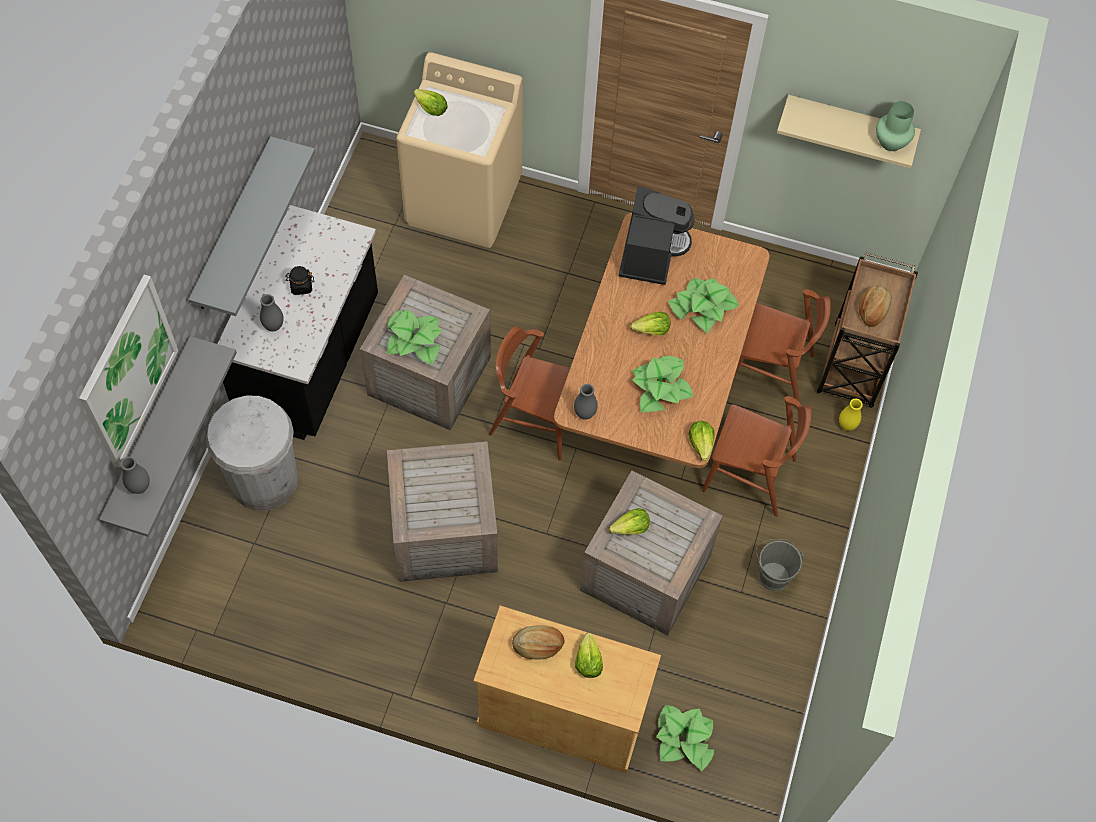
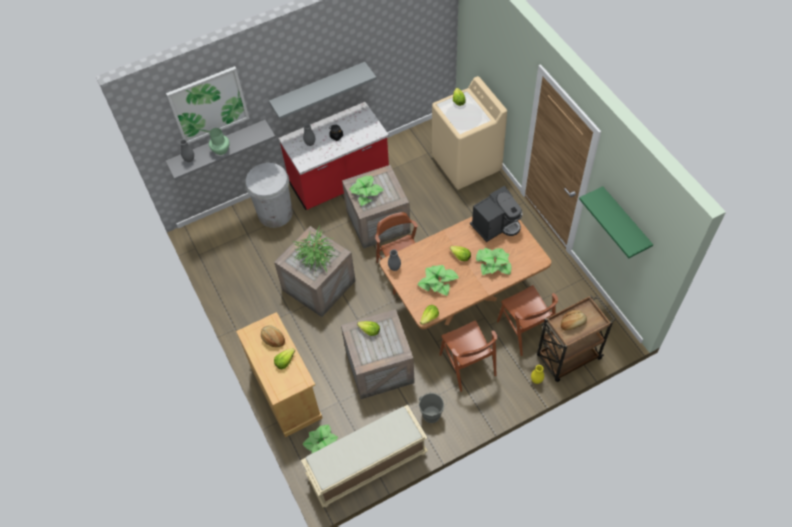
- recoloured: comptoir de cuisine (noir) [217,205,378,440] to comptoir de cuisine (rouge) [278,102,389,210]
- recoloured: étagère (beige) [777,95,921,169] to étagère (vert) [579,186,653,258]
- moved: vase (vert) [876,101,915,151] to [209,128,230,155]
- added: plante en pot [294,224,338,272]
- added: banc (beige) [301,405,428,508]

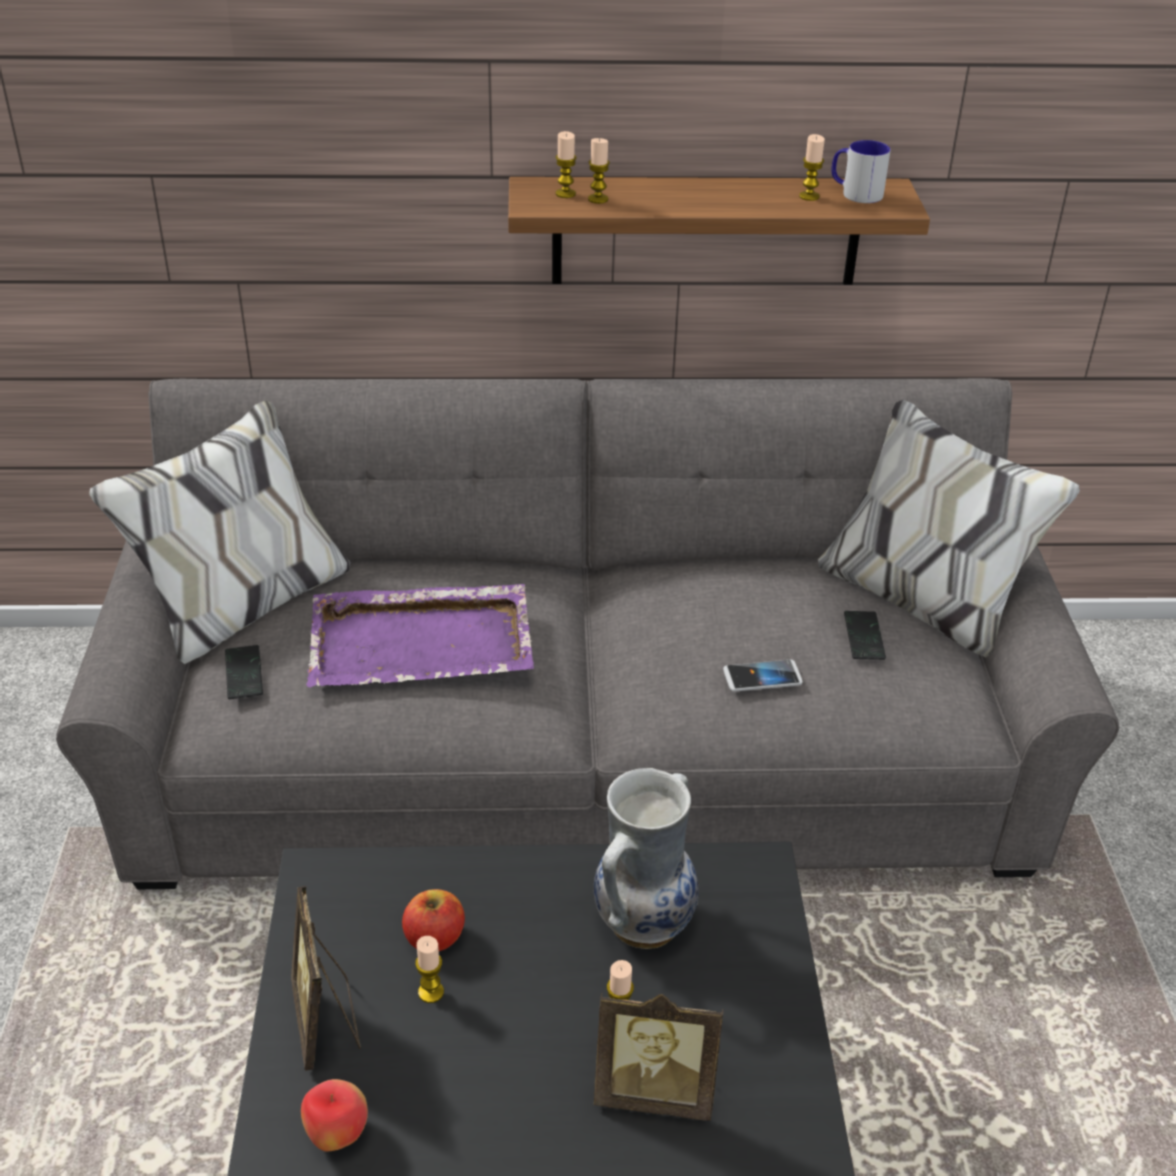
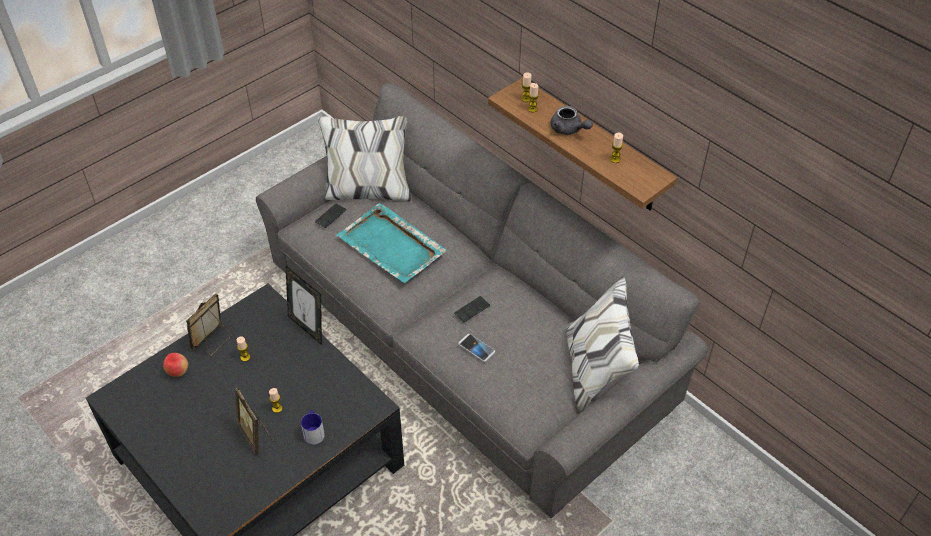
- recoloured: plateau (violet) [306,584,534,687] to plateau (turquoise) [336,203,447,283]
- removed: pomme [402,889,465,951]
- removed: vase [594,768,699,949]
- moved: mug [831,140,890,203] to [301,411,325,445]
- moved: téléphone [844,611,886,660] to [454,296,490,322]
- added: cadre photo [285,265,322,345]
- added: théière (gris) [551,106,593,135]

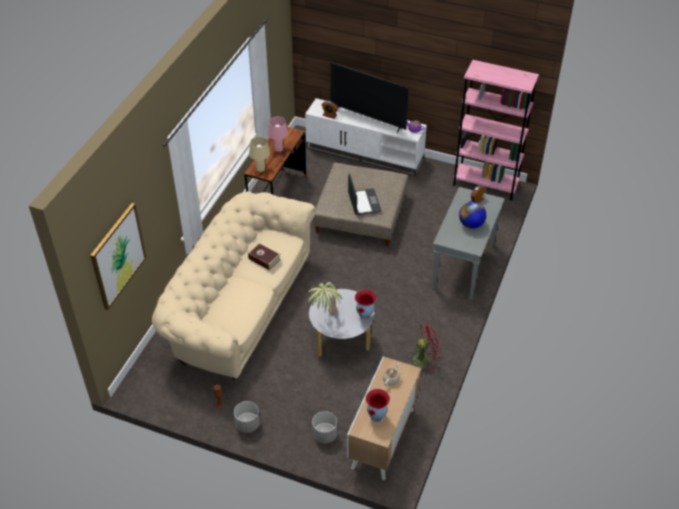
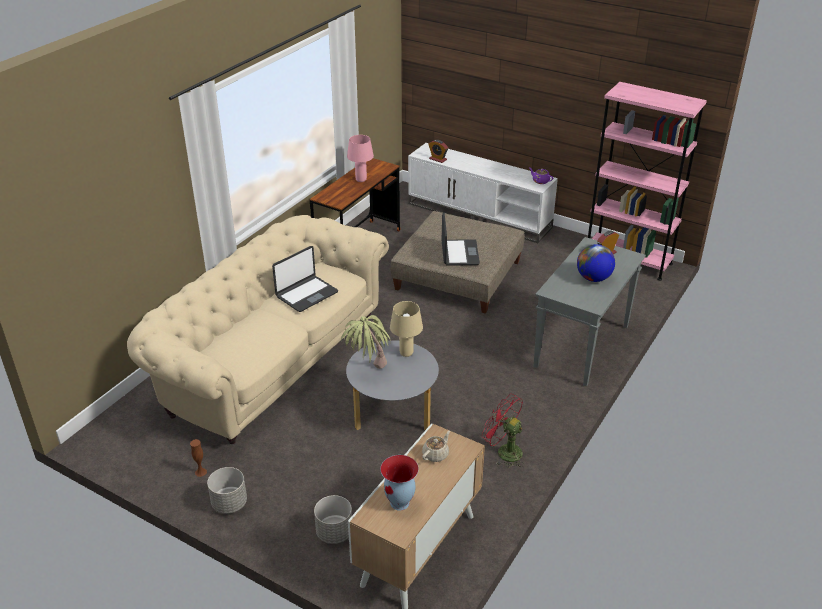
- removed: tableau [90,203,146,310]
- replaced: livre [248,243,281,270] to ordinateur portable [272,246,338,312]
- moved: lampe de table (beige) [249,136,270,172] to [390,301,423,357]
- removed: téléviseur [330,62,409,133]
- removed: vase [355,289,376,320]
- turned: ventilateur (rouge) [408,323,442,370] = [482,394,524,468] 135 degrees counterclockwise

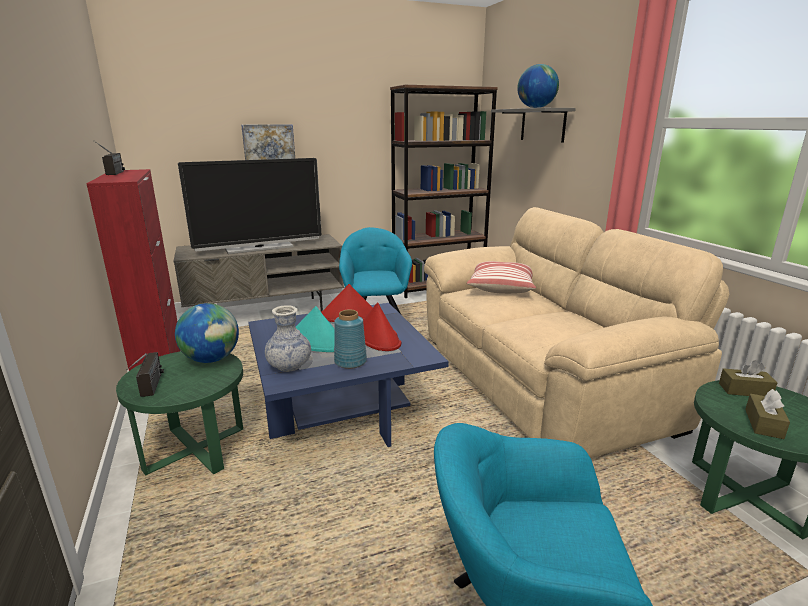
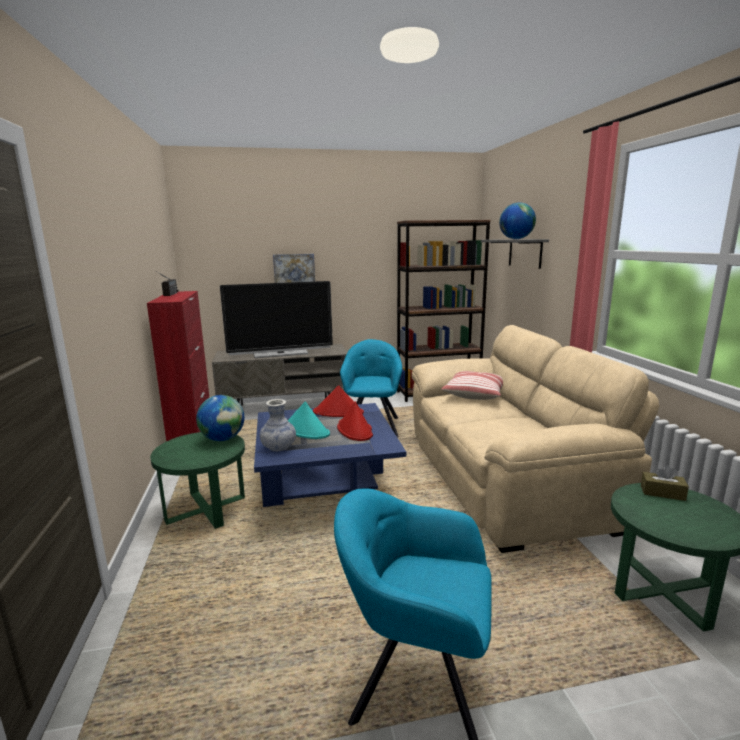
- removed: radio [126,352,164,397]
- removed: vase (bleu) [334,309,367,369]
- removed: boîte à mouchoirs (marron) [745,389,790,439]

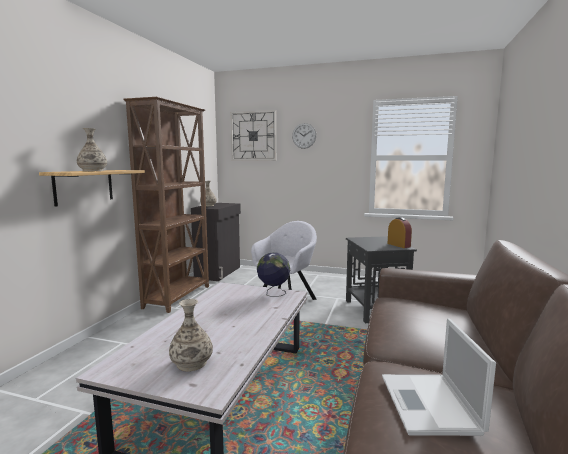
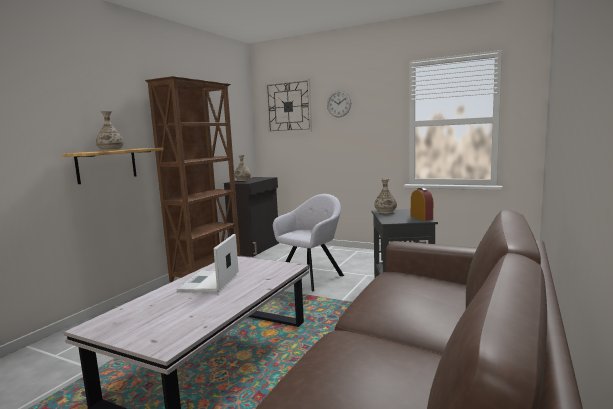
- moved: vase [169,299,213,371] to [374,178,397,214]
- removed: globe [257,252,290,297]
- moved: ordinateur portable [382,318,496,436] to [177,234,239,293]

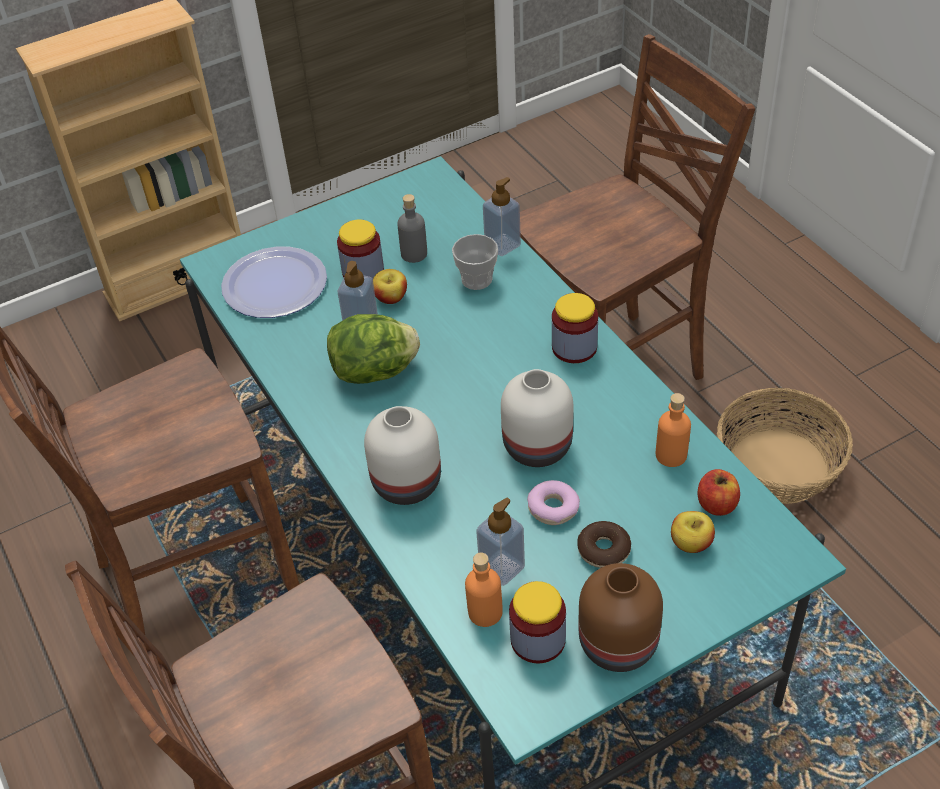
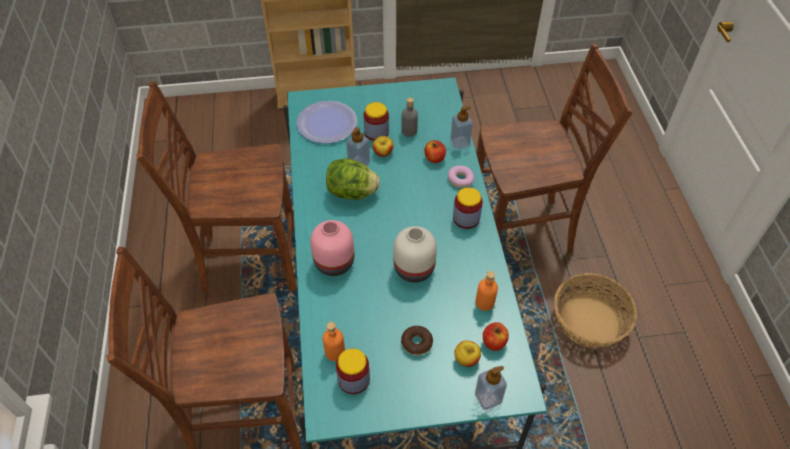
- recoloured: vase (blanc) [364,406,441,505] to vase (rose) [310,220,354,276]
- replaced: tasse [452,234,498,290] to pomme [424,140,446,163]
- moved: distributeur de savon [476,498,525,586] to [475,366,507,410]
- moved: beignet [527,480,580,525] to [448,165,474,188]
- removed: vase (marron) [579,563,663,672]

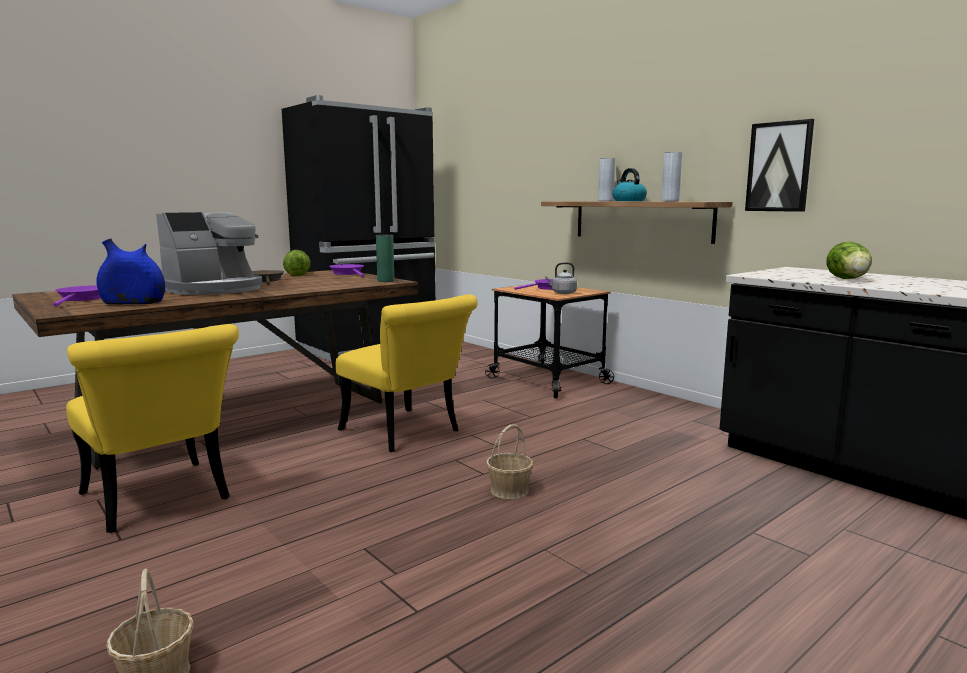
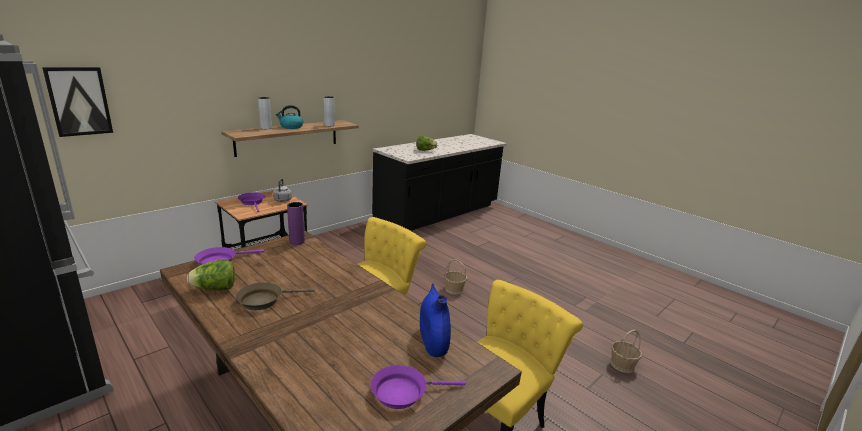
- removed: machine à café [156,212,262,295]
- recoloured: vase (vert) [376,234,394,282] to vase (violet) [287,202,305,245]
- moved: tableau [745,119,814,212] to [42,67,113,137]

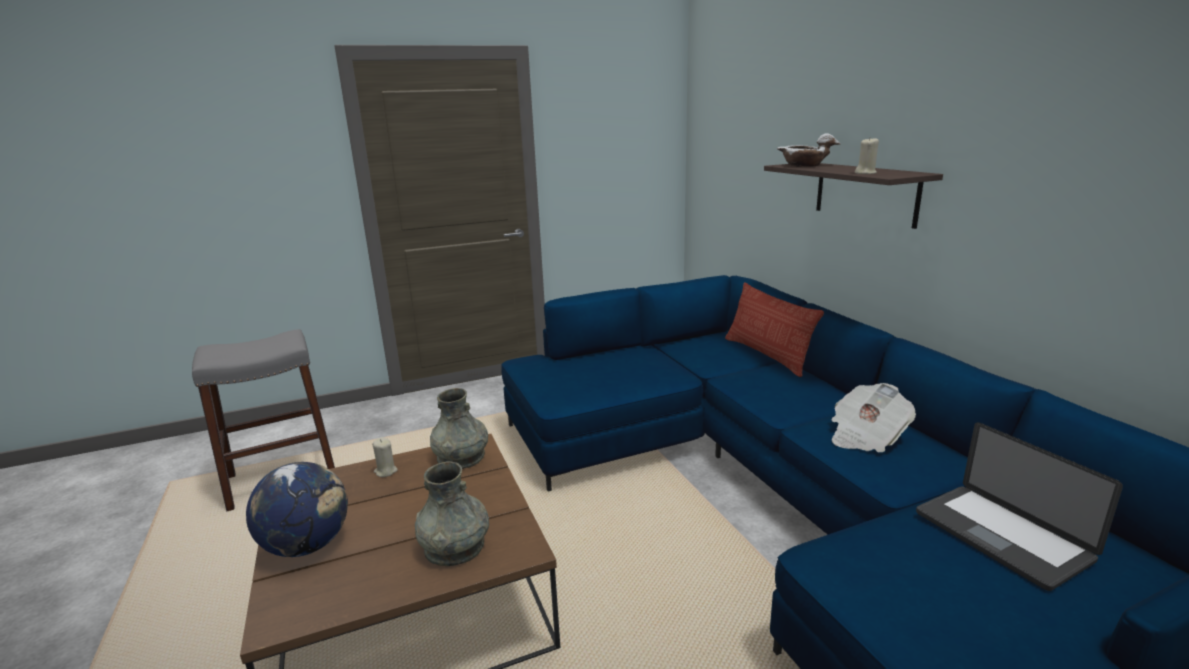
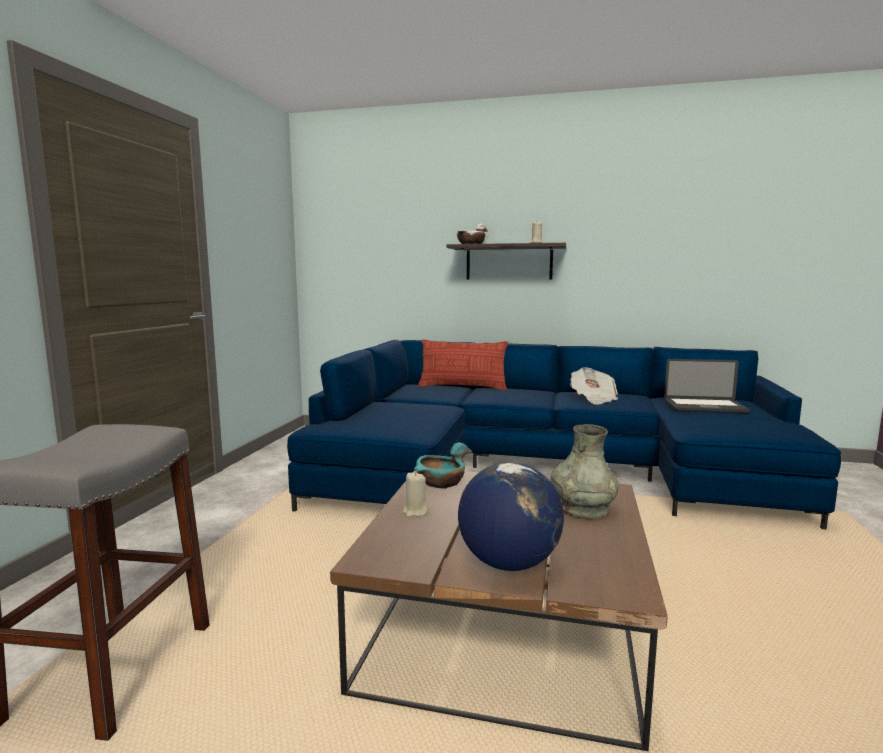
- replaced: vase (gris) [430,388,488,469] to bol (turquoise) [414,442,472,489]

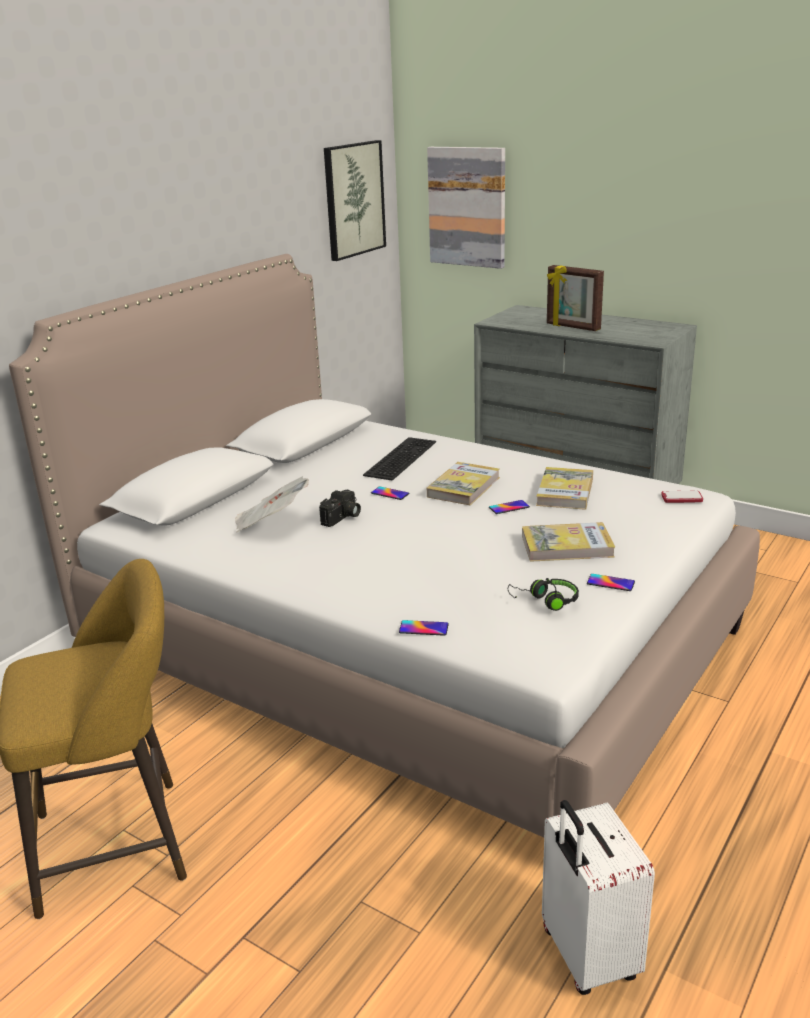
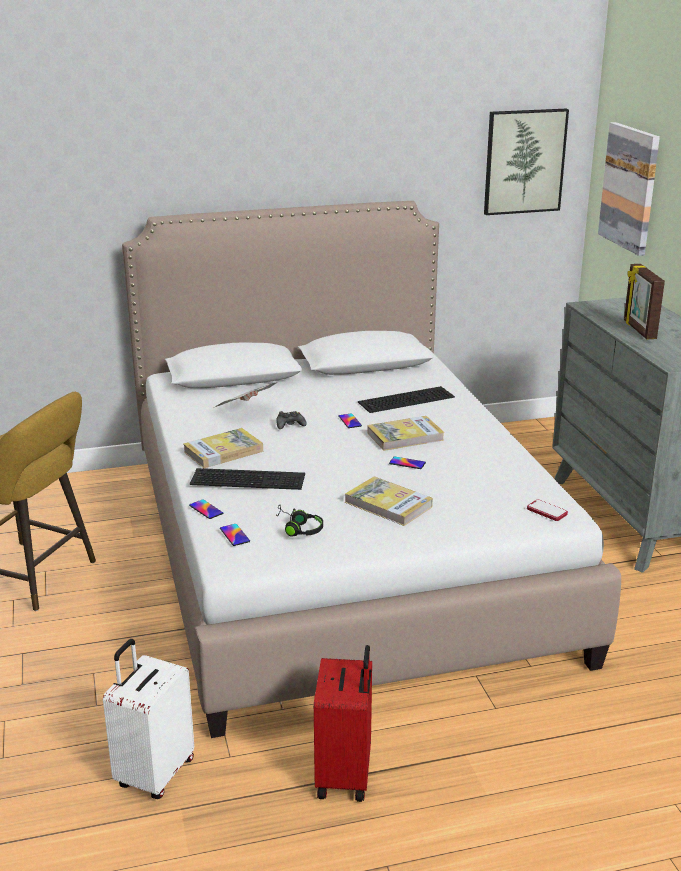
- replaced: appareil photo [319,490,361,527] to manette (noir) [276,411,307,429]
- moved: livre [536,467,593,510] to [183,428,263,468]
- moved: téléphone [587,574,635,591] to [220,524,250,546]
- added: clavier [190,468,305,490]
- added: valise (rouge) [314,645,372,802]

